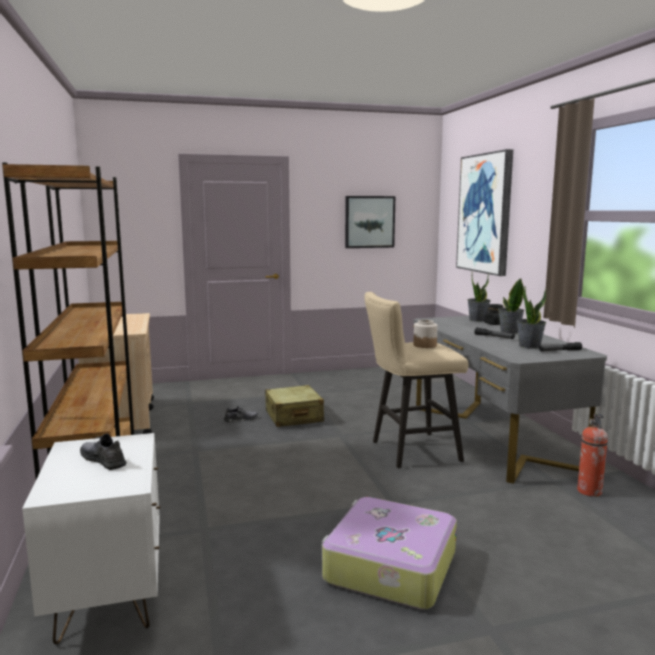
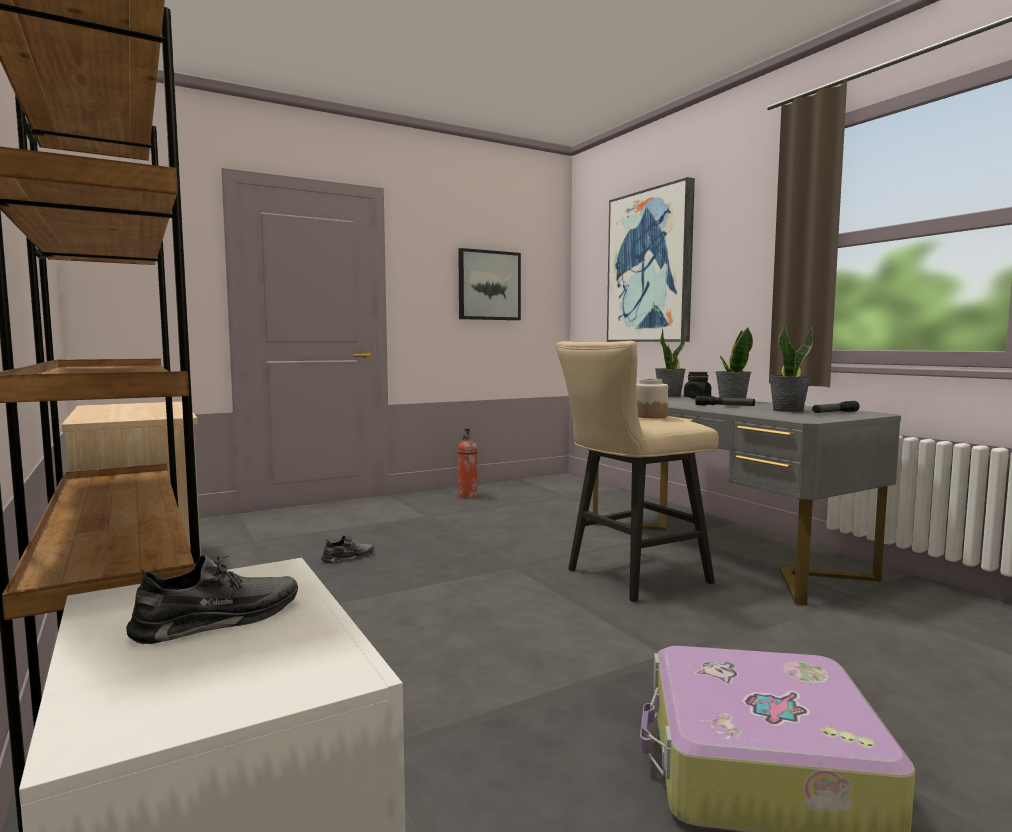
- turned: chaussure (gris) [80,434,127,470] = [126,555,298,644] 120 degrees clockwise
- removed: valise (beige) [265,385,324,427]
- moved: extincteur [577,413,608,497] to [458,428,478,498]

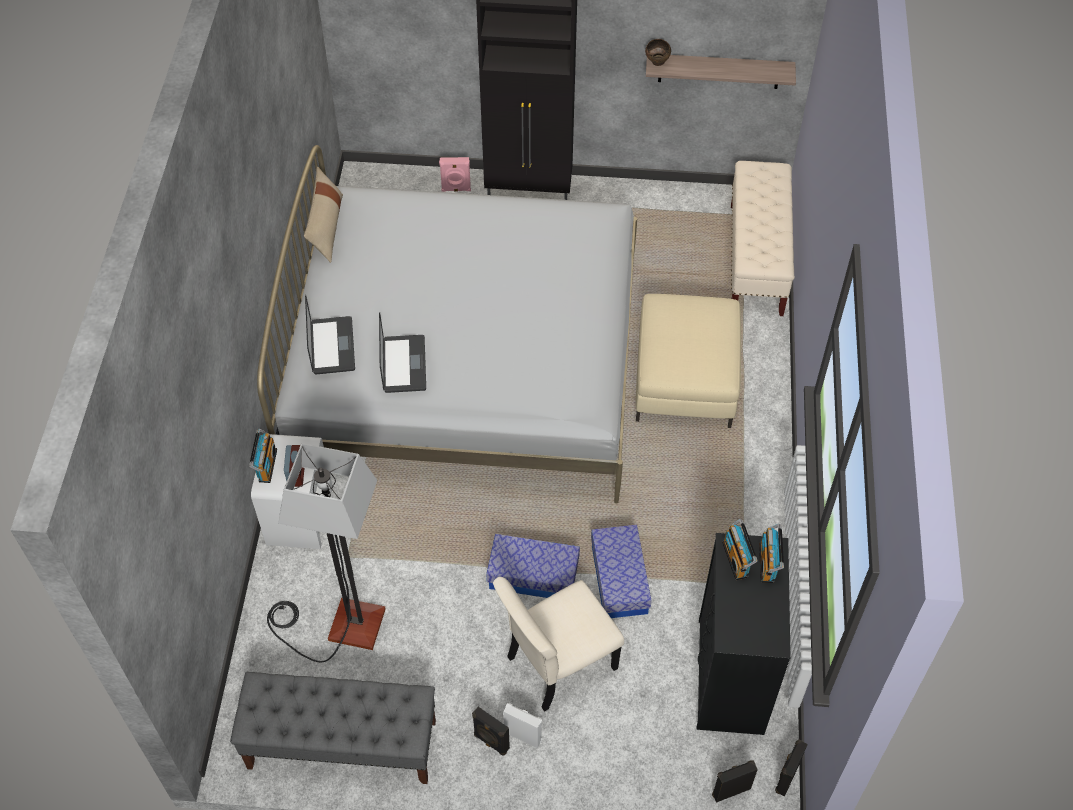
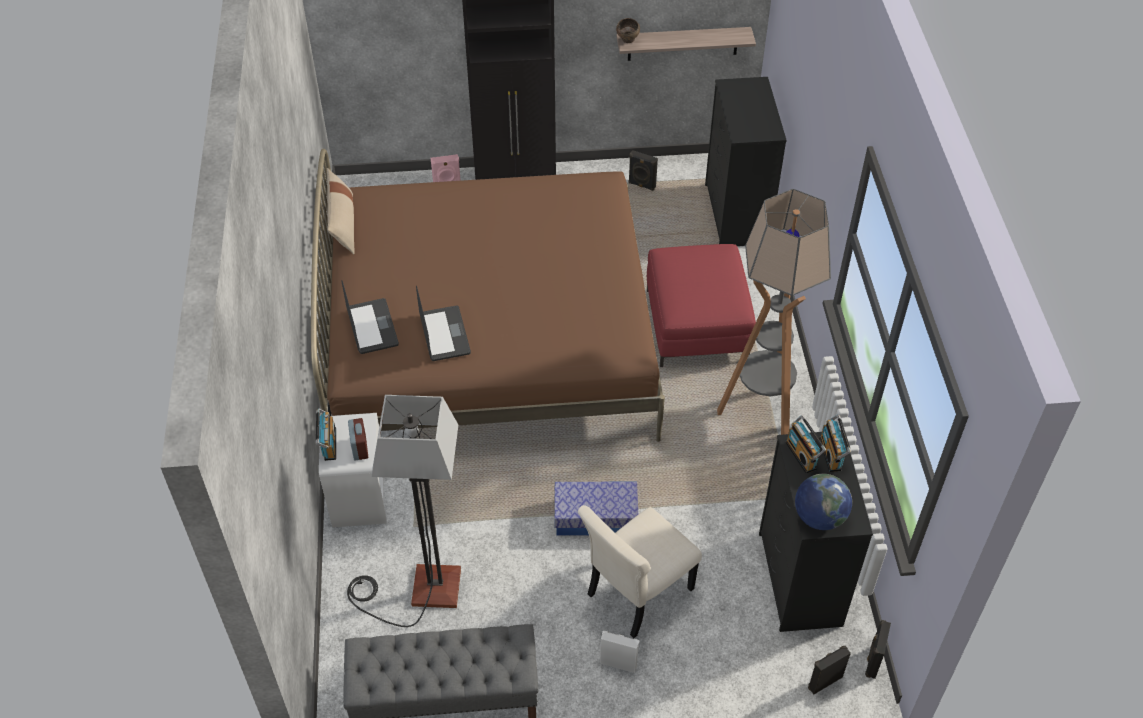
- recoloured: lit (blanc) [257,145,637,503] to lit (marron) [311,149,665,442]
- moved: enceinte (noir) [472,707,510,756] to [628,150,658,191]
- removed: boîte de rangement [591,525,652,618]
- recoloured: pouf (beige) [636,294,741,428] to pouf (rouge) [647,244,756,367]
- replaced: banc (beige) [731,161,795,316] to commode (noir) [705,77,787,246]
- added: lampadaire [717,189,831,435]
- added: globe [795,474,852,530]

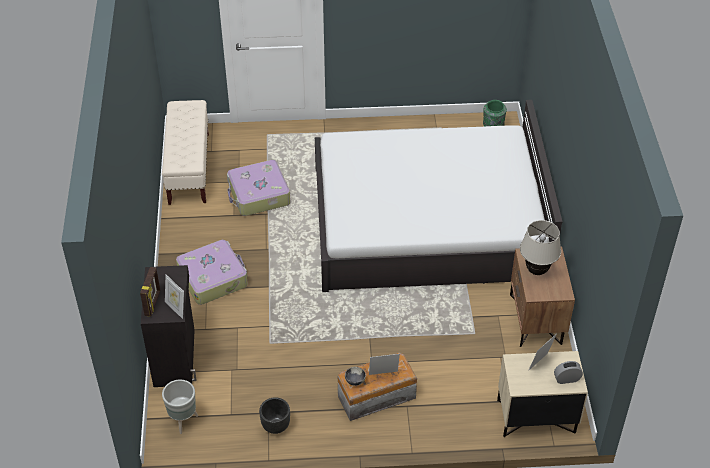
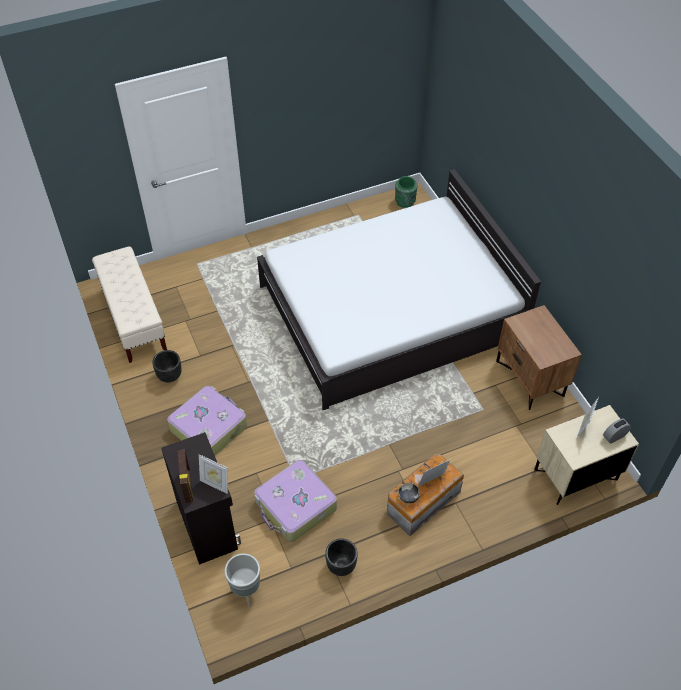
- moved: valise [227,160,290,216] to [254,460,337,542]
- removed: lampe de table (beige) [520,220,561,275]
- added: cache-pot (noir) [152,350,182,383]

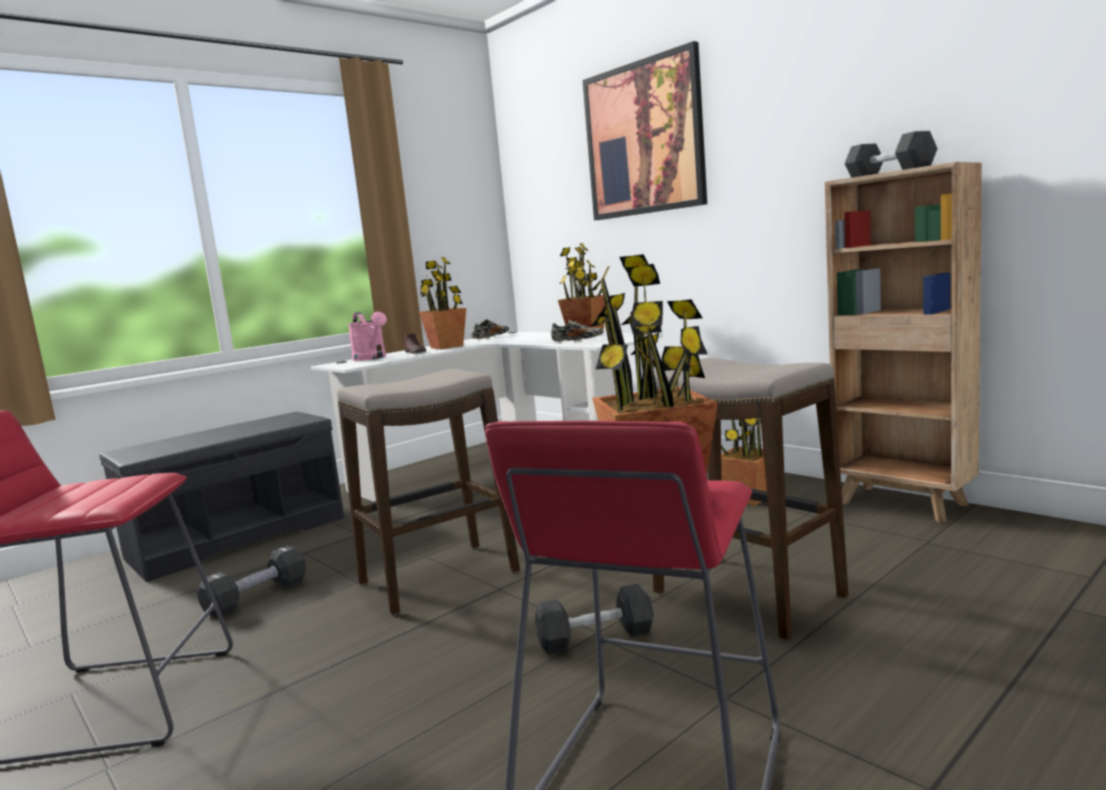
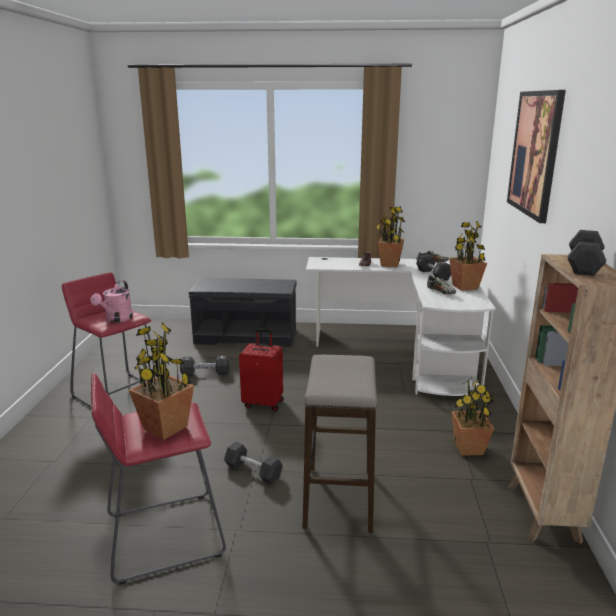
- replaced: tabouret [337,369,520,615] to valise (rouge) [239,329,283,411]
- moved: arrosoir (rose) [348,312,387,361] to [91,280,133,322]
- added: haltère (noir) [416,255,451,281]

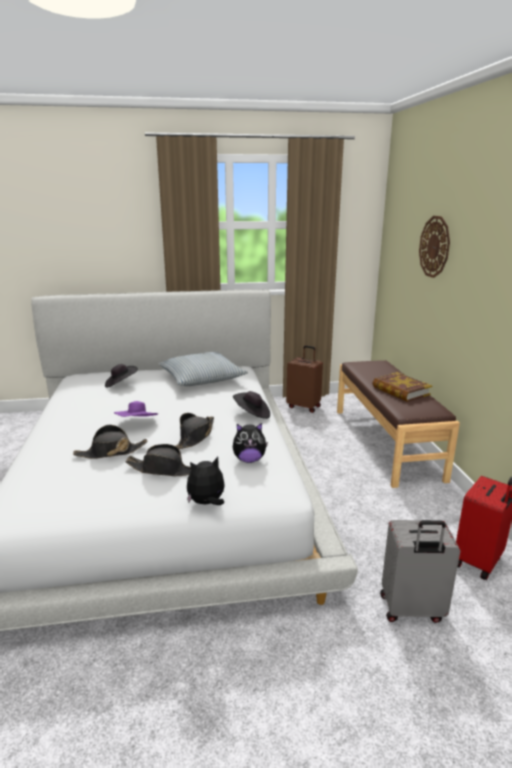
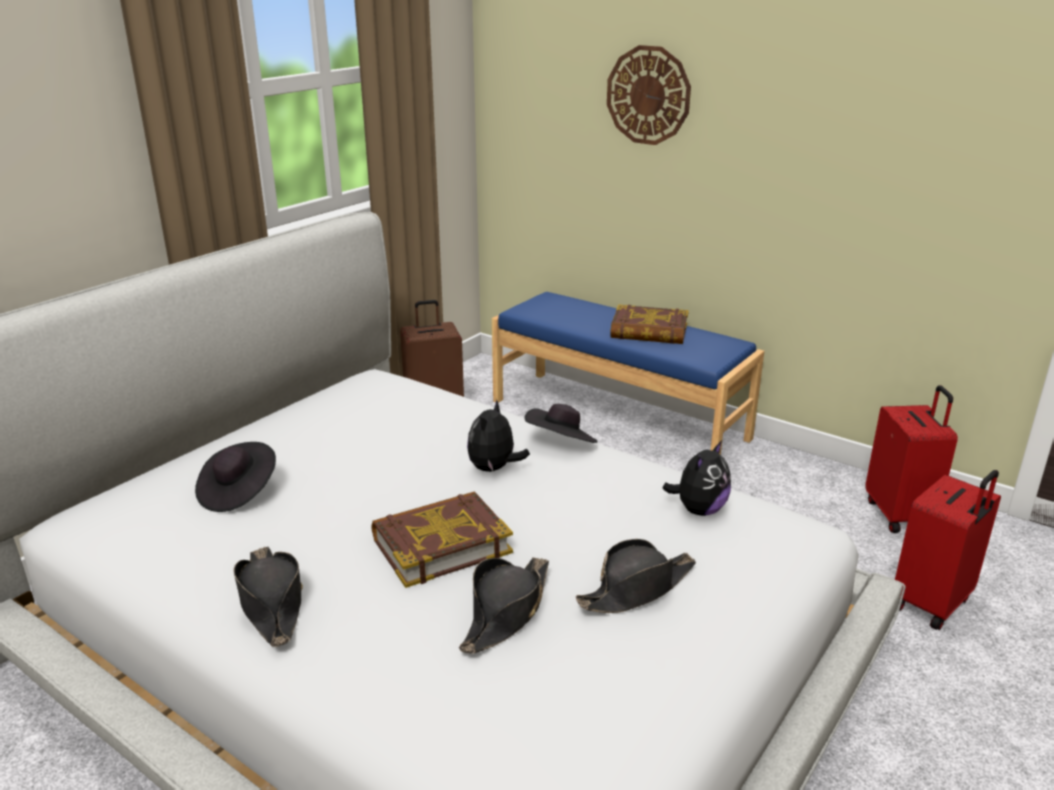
- replaced: chapeau (violet) [114,401,158,417] to livre [371,491,513,588]
- removed: coussin [158,352,248,386]
- moved: chapeau (noir) [176,413,214,449] to [233,547,303,647]
- moved: peluche [187,457,225,505] to [467,399,530,472]
- recoloured: banc (marron) [337,360,460,488] to banc (bleu) [492,292,764,455]
- recoloured: valise (gris) [380,520,460,623] to valise (rouge) [895,470,1001,630]

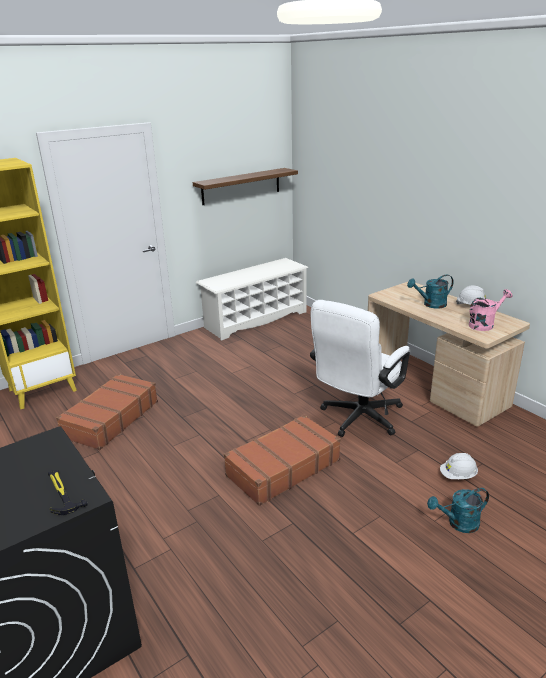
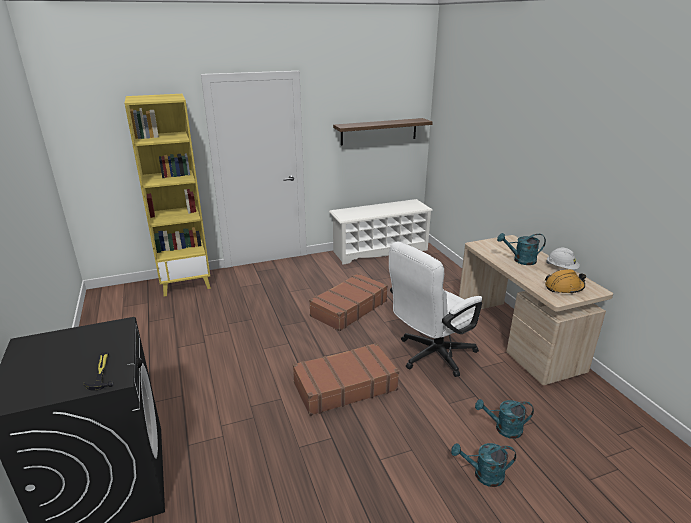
- moved: valise (marron) [56,373,158,450] to [309,273,388,331]
- replaced: casque de chantier (blanc) [440,453,478,479] to arrosoir (turquoise) [475,399,534,439]
- replaced: arrosoir (rose) [469,289,512,331] to casque de chantier (orange) [545,269,586,294]

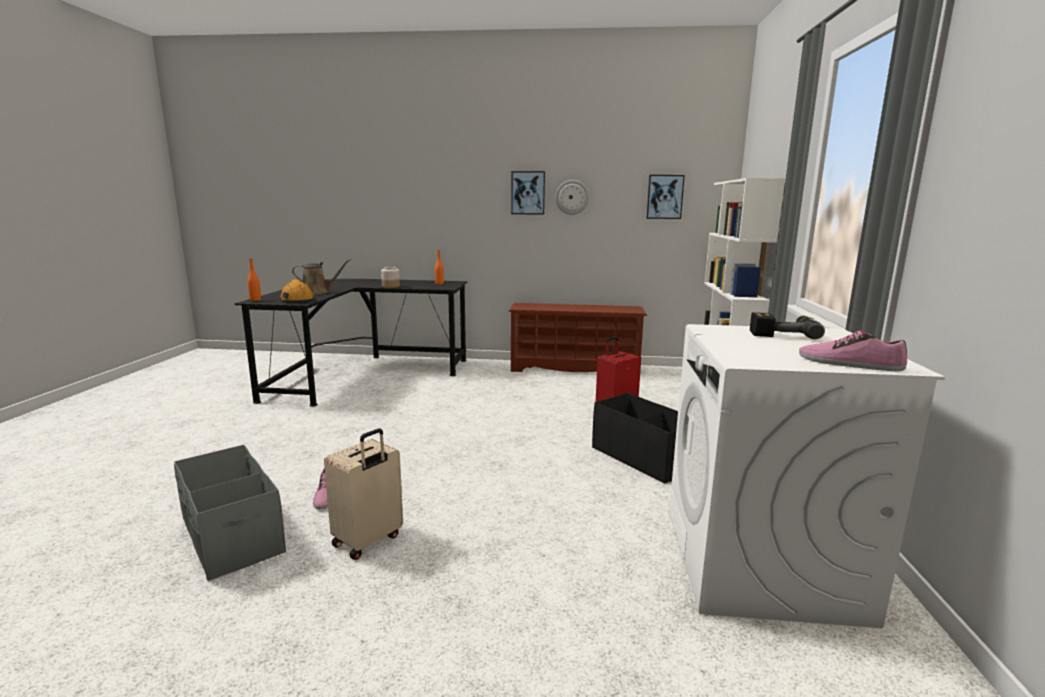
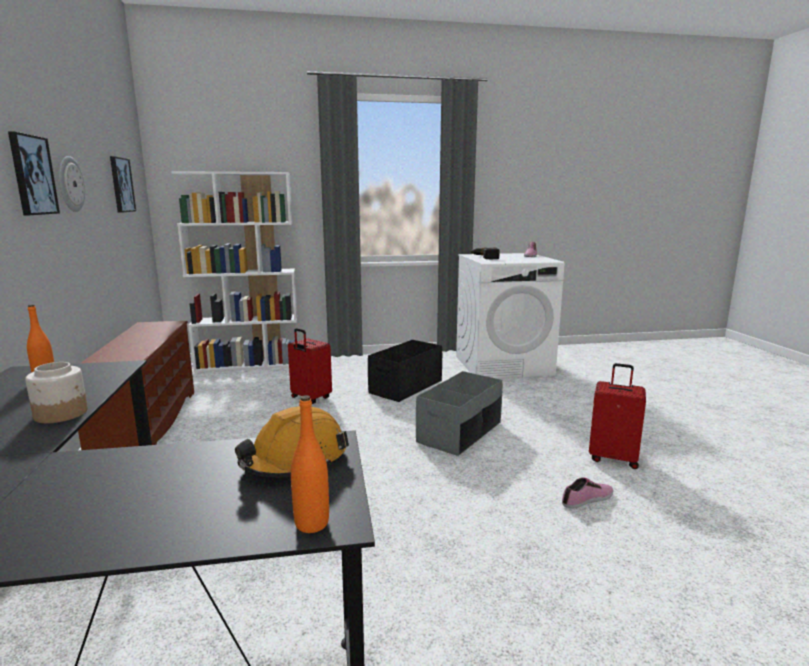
- moved: boîte de rangement (gris) [174,445,286,581] to [416,371,503,456]
- removed: arrosoir (marron) [292,259,351,294]
- recoloured: valise (beige) [324,428,403,560] to valise (rouge) [589,363,646,469]

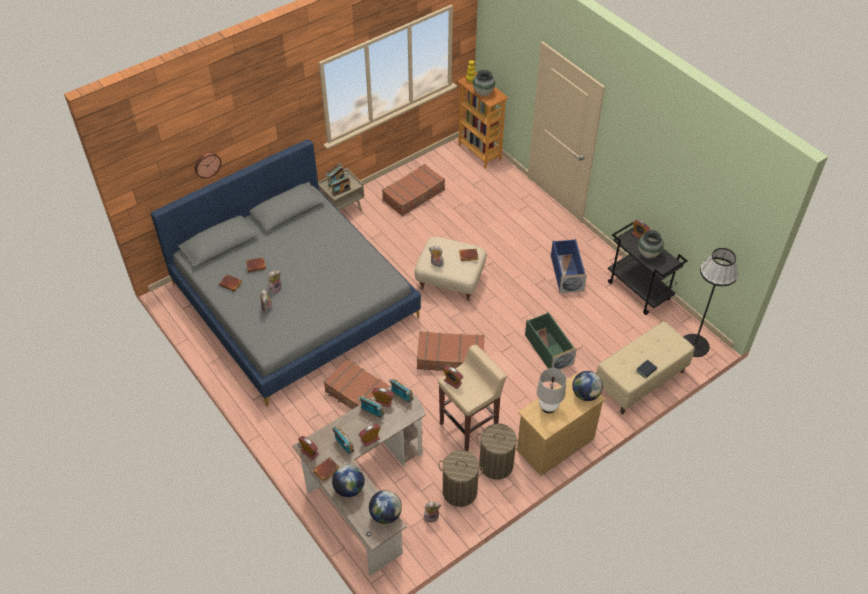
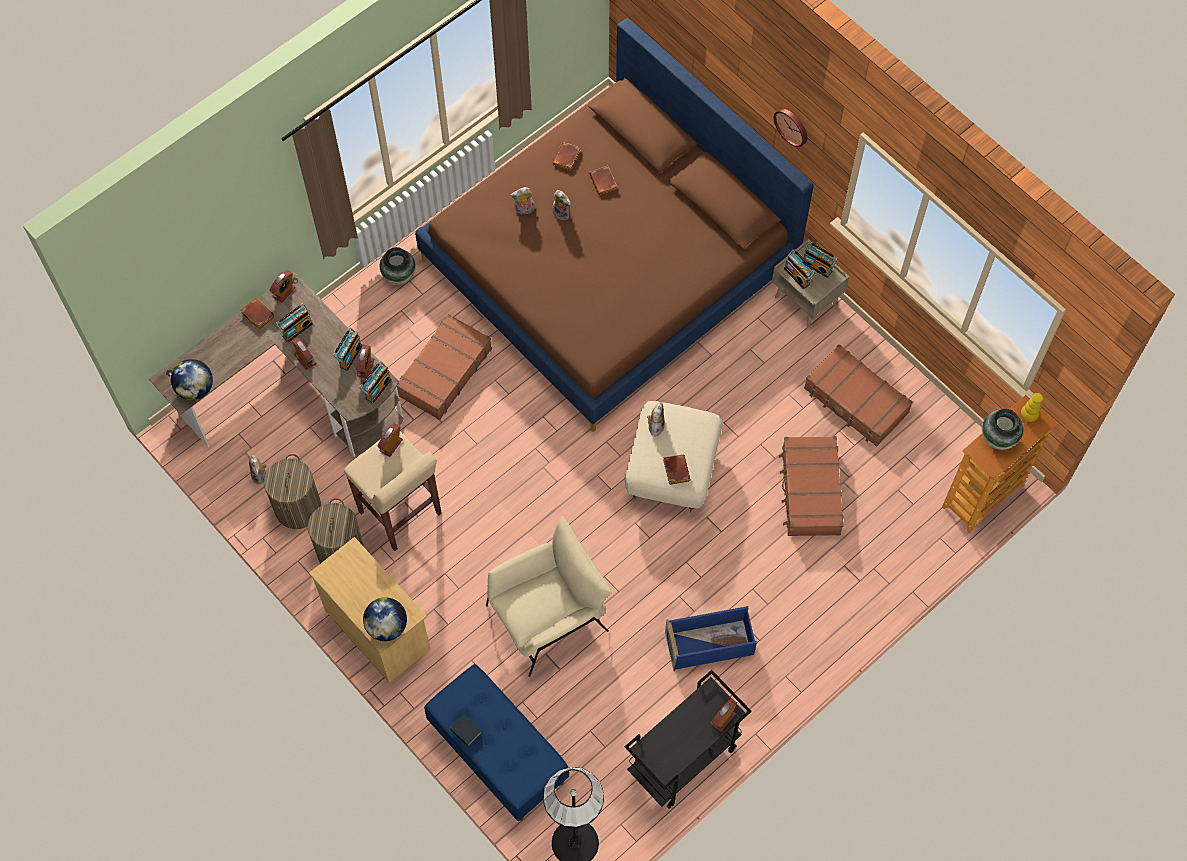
- recoloured: lit (gris) [151,139,421,406] to lit (marron) [415,18,814,432]
- moved: horloge murale [195,153,221,178] to [773,108,807,147]
- removed: globe [332,464,365,497]
- moved: valise (marron) [417,331,485,371] to [779,436,844,536]
- replaced: boîte de rangement (vert) [525,312,577,370] to fauteuil (beige) [486,516,611,677]
- removed: lampe de table (blanc) [537,368,566,413]
- recoloured: banc (beige) [596,321,694,414] to banc (bleu) [424,664,569,821]
- moved: vase [638,230,664,258] to [380,247,416,285]

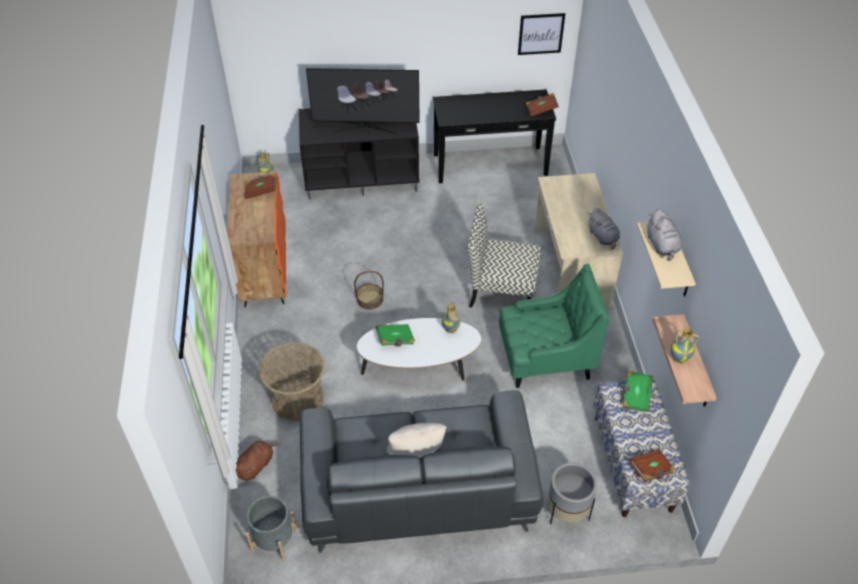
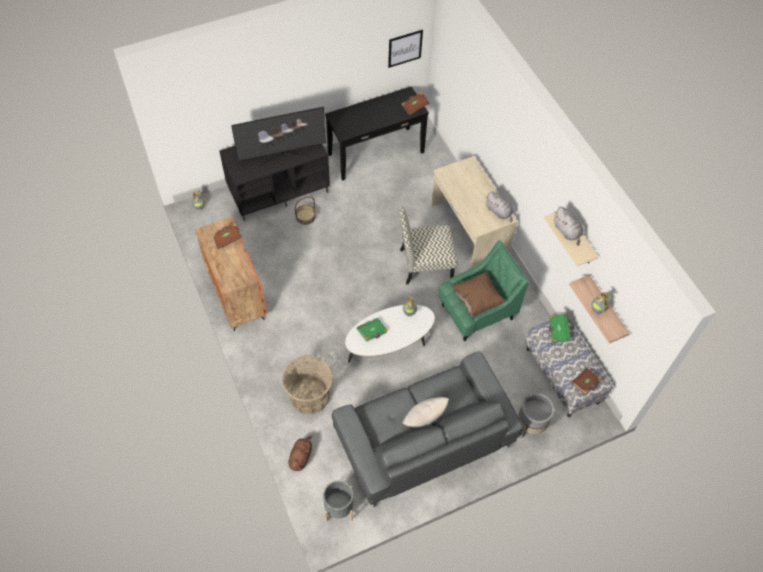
- moved: panier [354,271,384,310] to [295,196,316,225]
- added: coussin (marron) [452,272,505,317]

